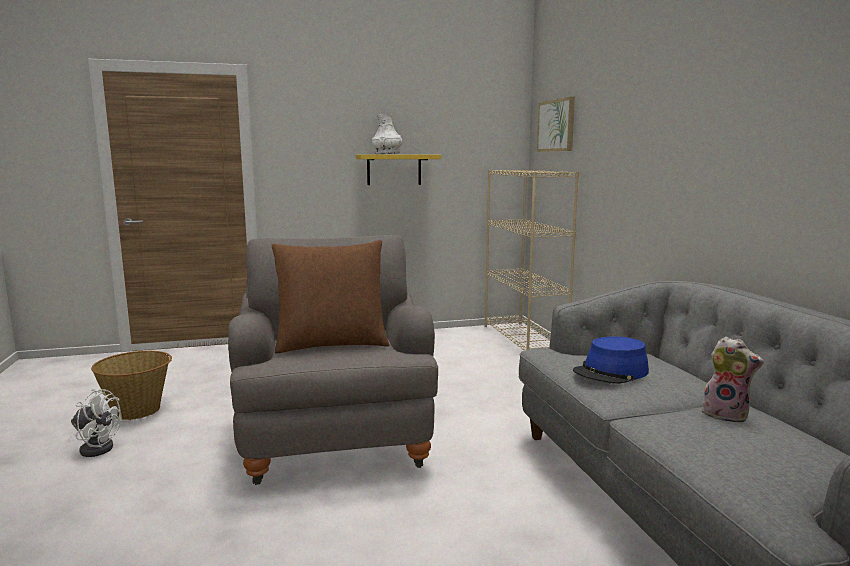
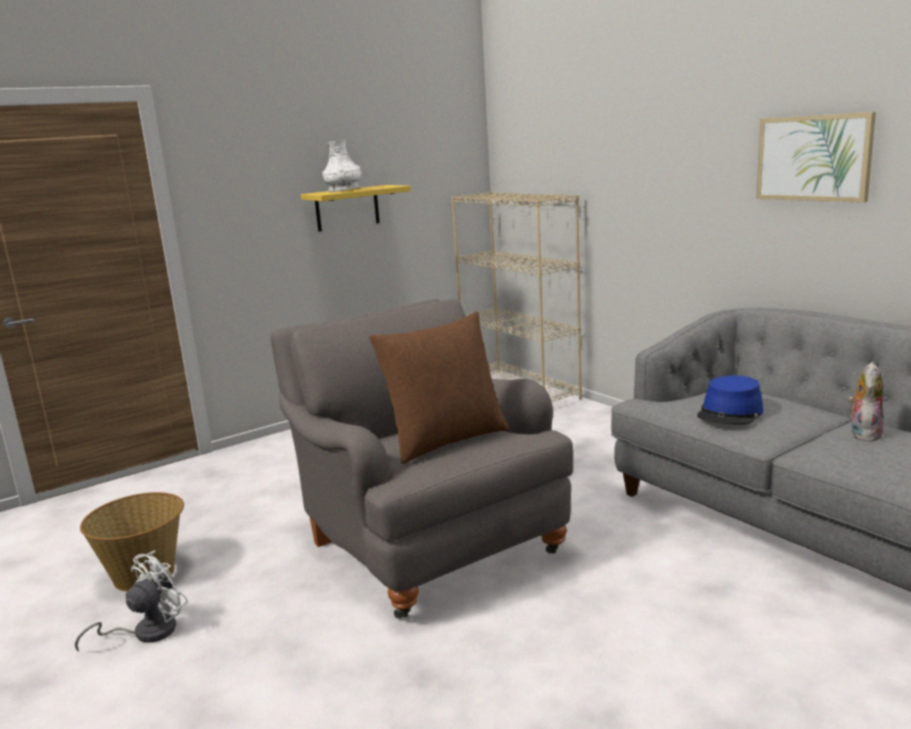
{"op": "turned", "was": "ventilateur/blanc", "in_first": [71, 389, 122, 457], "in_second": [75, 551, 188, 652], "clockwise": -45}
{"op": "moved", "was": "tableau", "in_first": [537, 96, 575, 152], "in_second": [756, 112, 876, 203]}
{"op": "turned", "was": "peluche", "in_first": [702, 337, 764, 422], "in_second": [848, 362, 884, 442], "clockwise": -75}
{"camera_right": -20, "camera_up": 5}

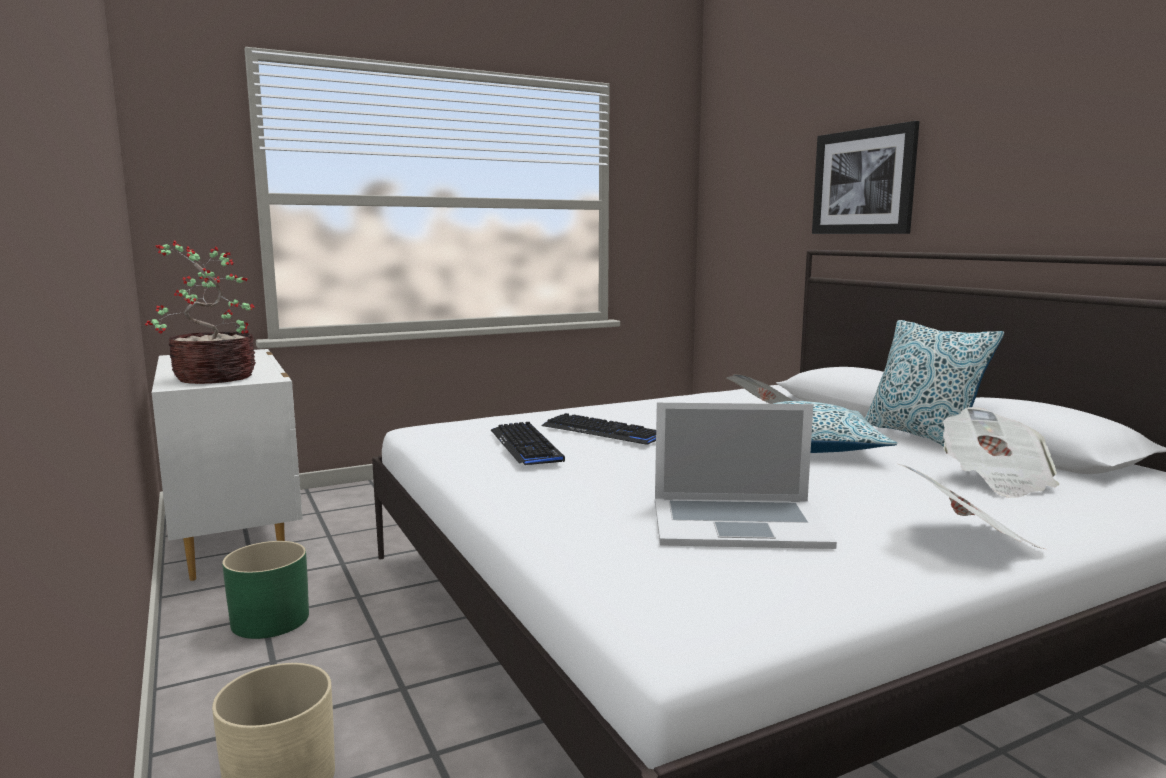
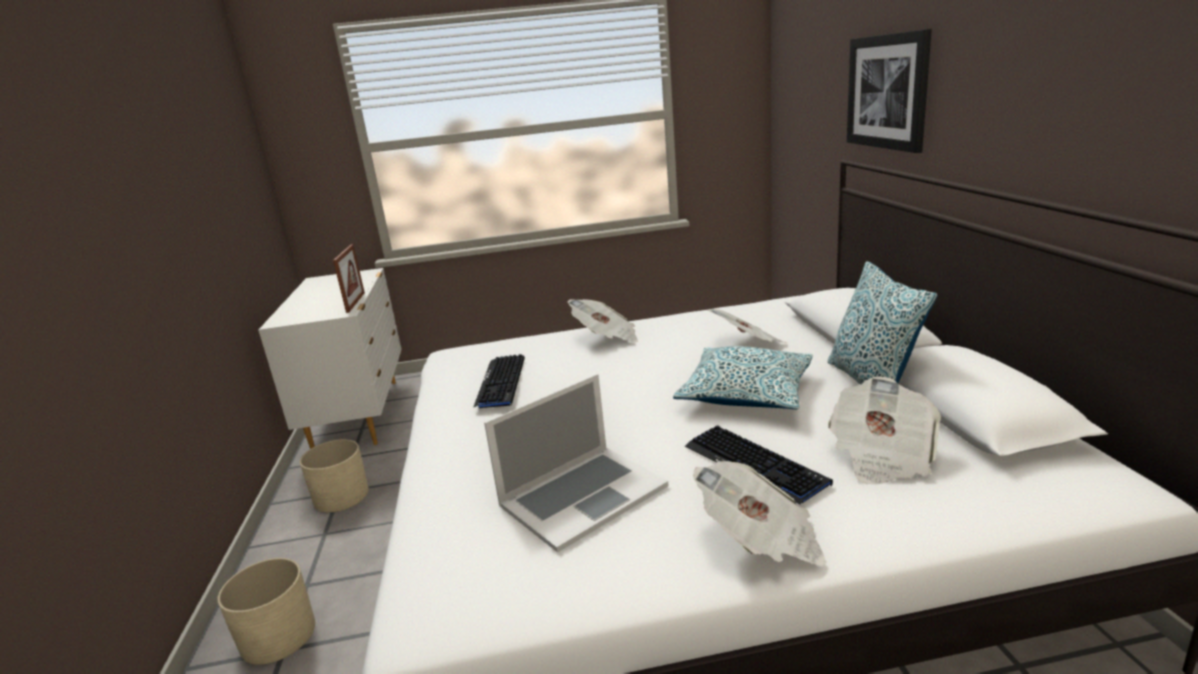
{"op": "recoloured", "was": "cache-pot/vert", "now": "cache-pot/beige", "in_first": [222, 541, 309, 639], "in_second": [300, 439, 369, 512]}
{"op": "added", "now": "cadre photo", "in_second": [333, 244, 365, 313]}
{"op": "turned", "was": "ordinateur portable", "in_first": [655, 402, 837, 549], "in_second": [484, 374, 669, 553], "clockwise": -60}
{"op": "added", "now": "journal", "in_second": [568, 299, 638, 342]}
{"op": "moved", "was": "clavier", "in_first": [542, 413, 656, 445], "in_second": [685, 425, 833, 505]}
{"op": "removed", "was": "plante en pot", "in_first": [145, 241, 256, 384]}
{"camera_right": 20, "camera_up": 10}

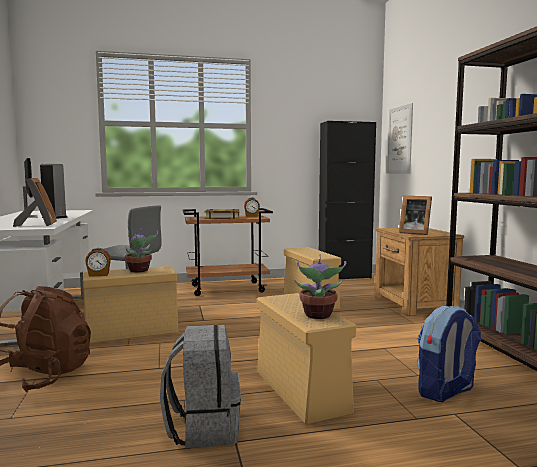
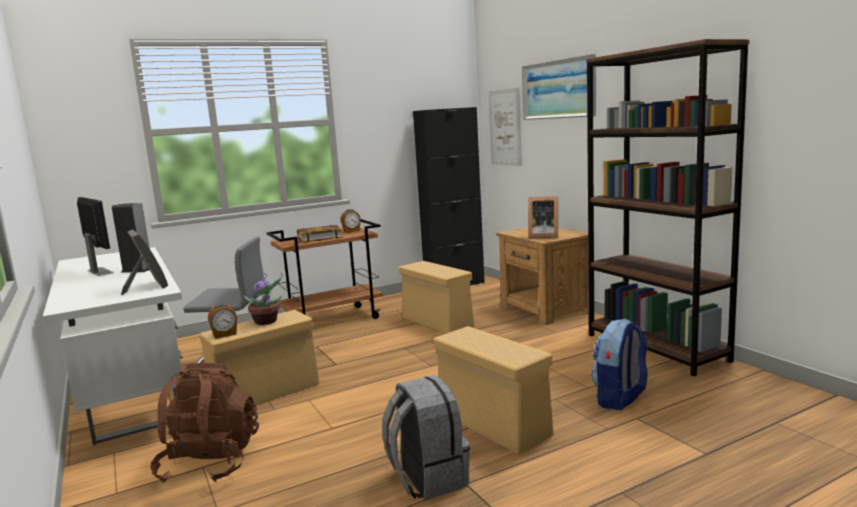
{"op": "added", "now": "tableau", "in_second": [522, 54, 596, 120]}
{"op": "removed", "was": "plante en pot", "in_first": [294, 254, 347, 319]}
{"camera_right": -15, "camera_up": 5}

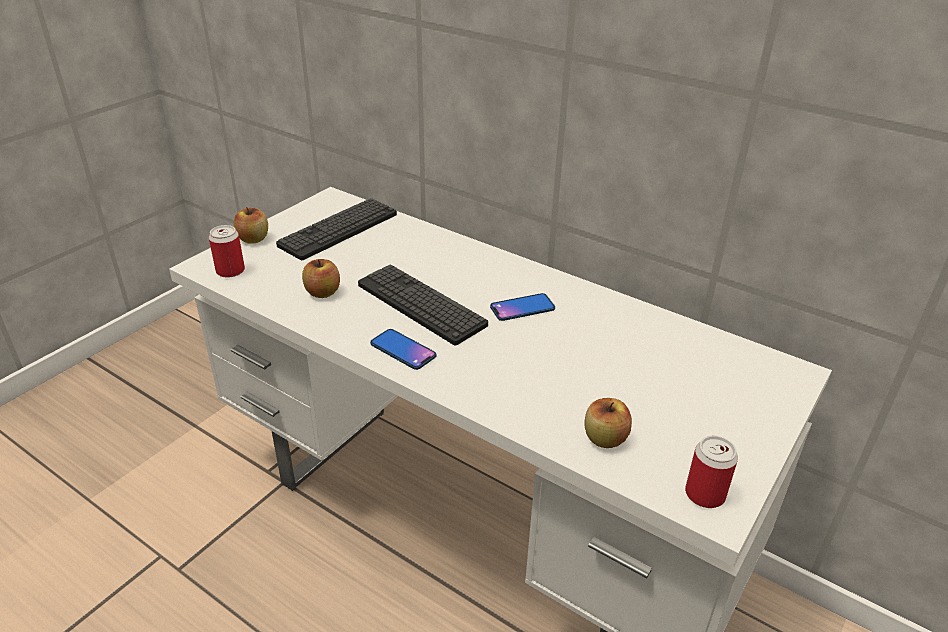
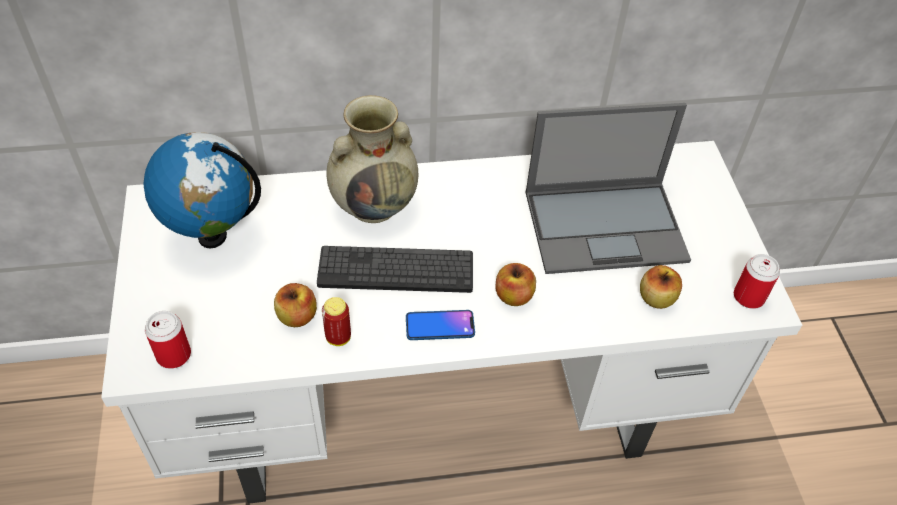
{"op": "replaced", "was": "clavier", "now": "globe", "in_first": [276, 198, 397, 260], "in_second": [143, 132, 261, 249]}
{"op": "added", "now": "boîte métallique", "in_second": [322, 297, 351, 346]}
{"op": "added", "now": "vase/beige", "in_second": [326, 95, 418, 223]}
{"op": "moved", "was": "pomme", "in_first": [234, 207, 268, 244], "in_second": [495, 263, 536, 306]}
{"op": "added", "now": "ordinateur portable", "in_second": [525, 103, 691, 274]}
{"op": "removed", "was": "téléphone", "in_first": [490, 293, 555, 321]}
{"camera_right": -45, "camera_up": 15}

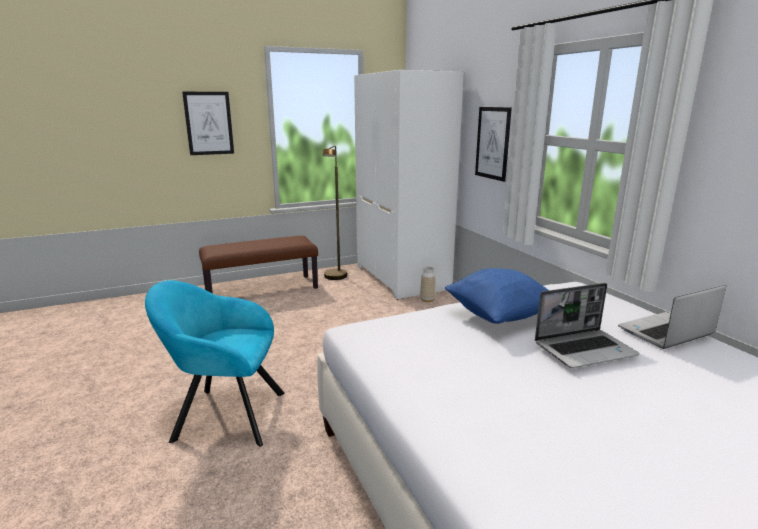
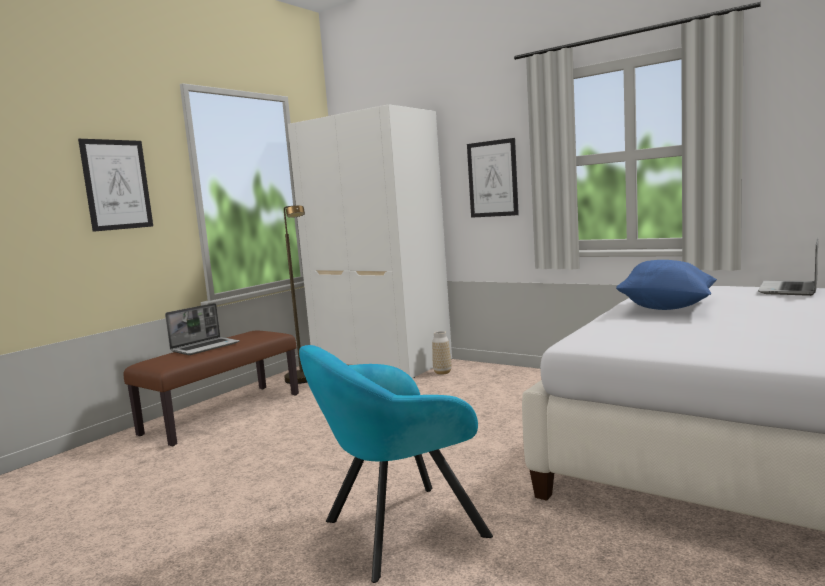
{"op": "moved", "was": "ordinateur portable", "in_first": [535, 283, 640, 368], "in_second": [165, 303, 240, 355]}
{"camera_right": -30, "camera_up": -10}

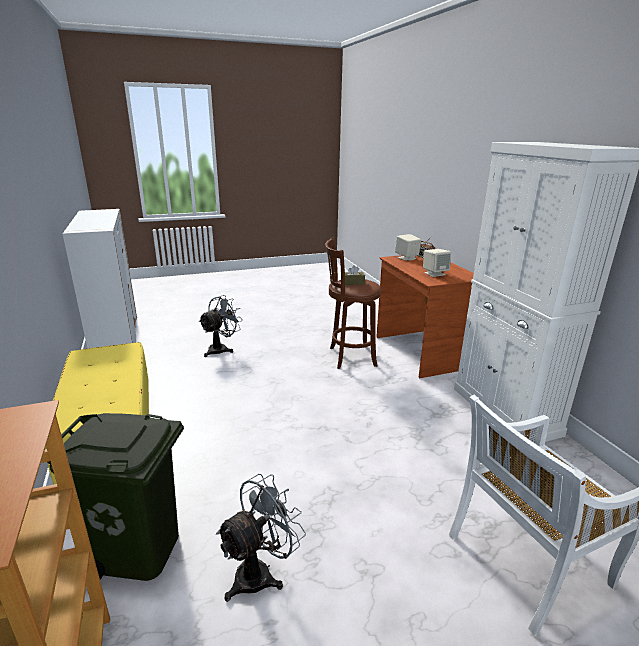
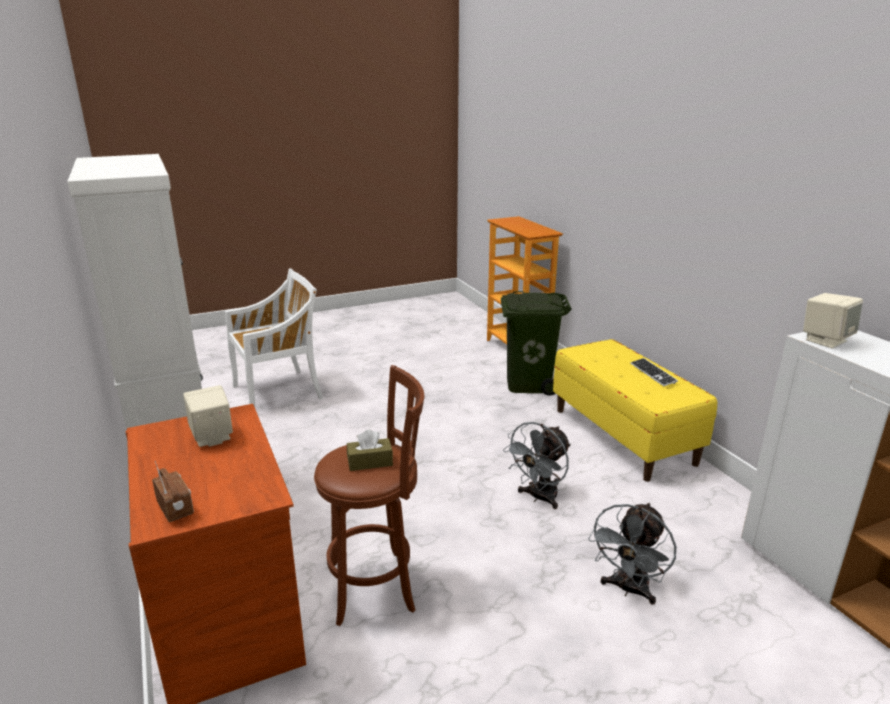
{"op": "moved", "was": "ventilateur/gris", "in_first": [216, 474, 306, 602], "in_second": [503, 422, 571, 509]}
{"op": "added", "now": "clavier", "in_second": [630, 358, 678, 386]}
{"op": "moved", "was": "enceinte/beige", "in_first": [395, 234, 421, 261], "in_second": [803, 293, 863, 349]}
{"camera_right": 175, "camera_up": 0}

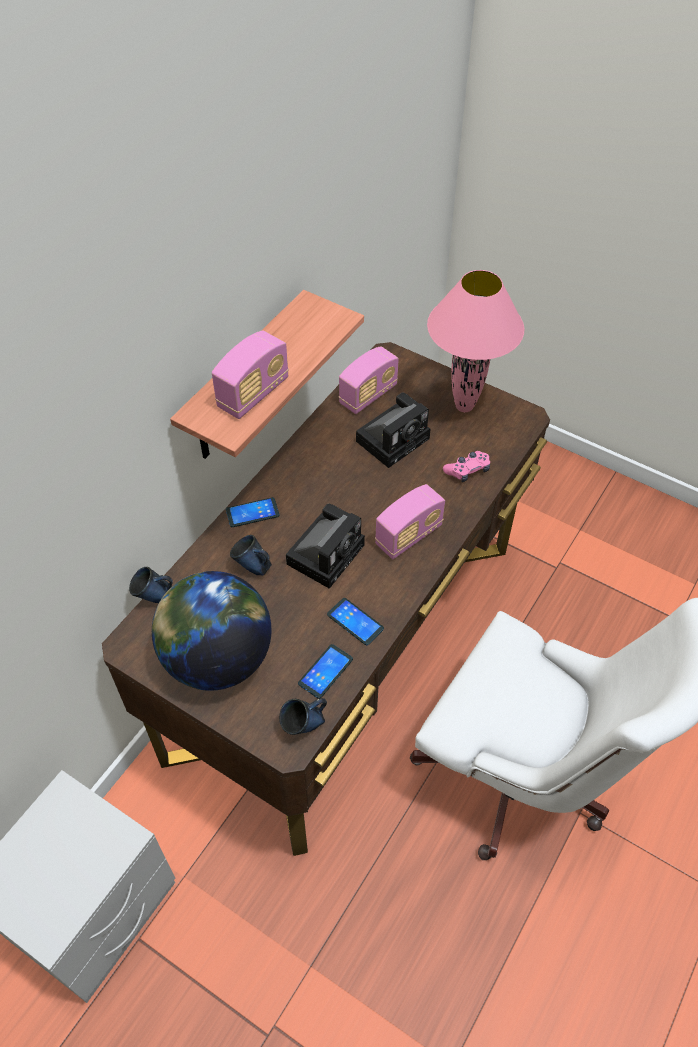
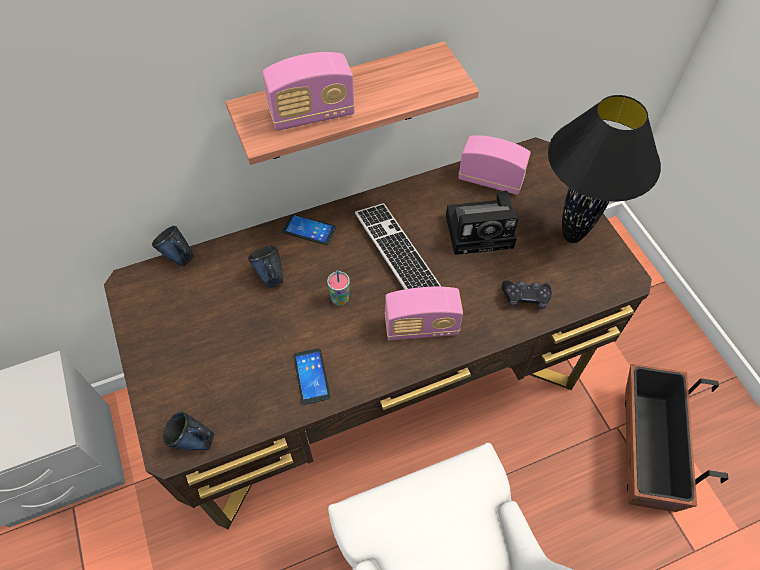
{"op": "replaced", "was": "appareil photo", "now": "tasse", "in_first": [286, 504, 365, 589], "in_second": [327, 270, 350, 306]}
{"op": "added", "now": "clavier", "in_second": [355, 203, 442, 289]}
{"op": "turned", "was": "radio", "in_first": [339, 346, 399, 414], "in_second": [458, 135, 531, 195], "clockwise": -150}
{"op": "recoloured", "was": "manette/rose", "now": "manette/noir", "in_first": [443, 451, 490, 482], "in_second": [502, 280, 552, 309]}
{"op": "recoloured", "was": "lampe de table/rose", "now": "lampe de table/noir", "in_first": [427, 270, 524, 412], "in_second": [548, 95, 661, 243]}
{"op": "added", "now": "cache-pot", "in_second": [625, 364, 728, 512]}
{"op": "removed", "was": "globe", "in_first": [152, 571, 271, 691]}
{"op": "removed", "was": "téléphone", "in_first": [298, 644, 353, 699]}
{"camera_right": 35, "camera_up": 5}

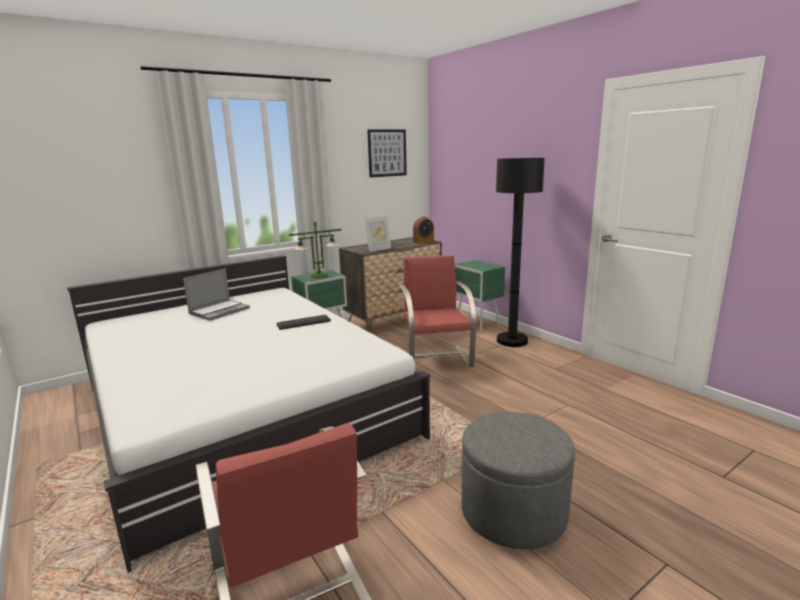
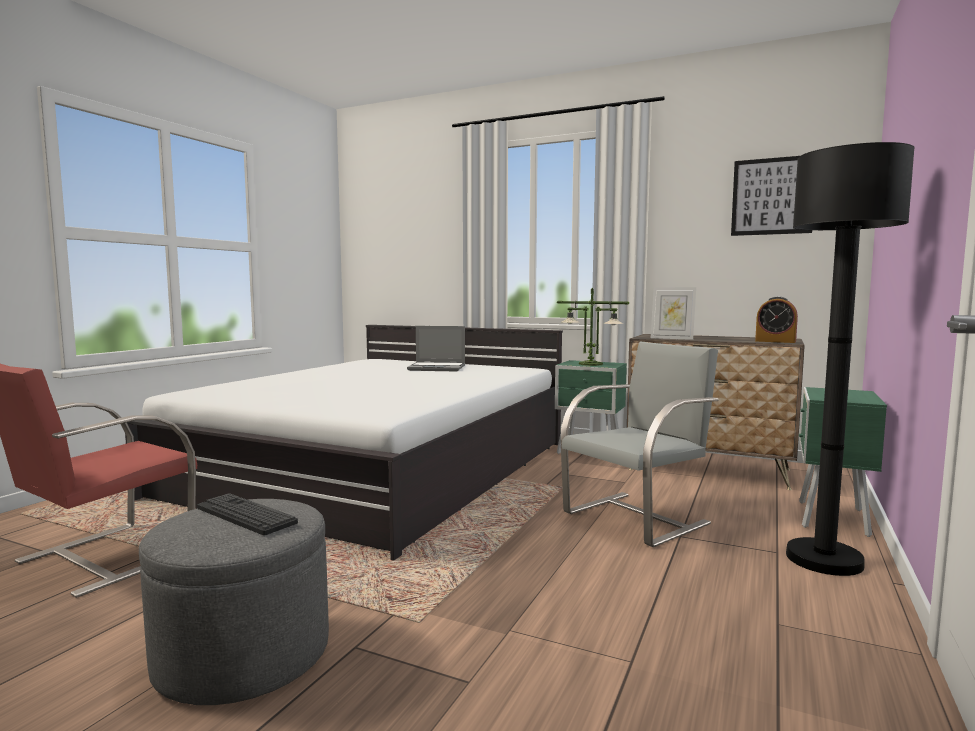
{"op": "moved", "was": "clavier", "in_first": [277, 315, 331, 330], "in_second": [197, 493, 298, 535]}
{"op": "recoloured", "was": "chaise/rouge", "now": "chaise/gris", "in_first": [399, 255, 476, 367], "in_second": [561, 342, 719, 547]}
{"camera_right": 60, "camera_up": -10}

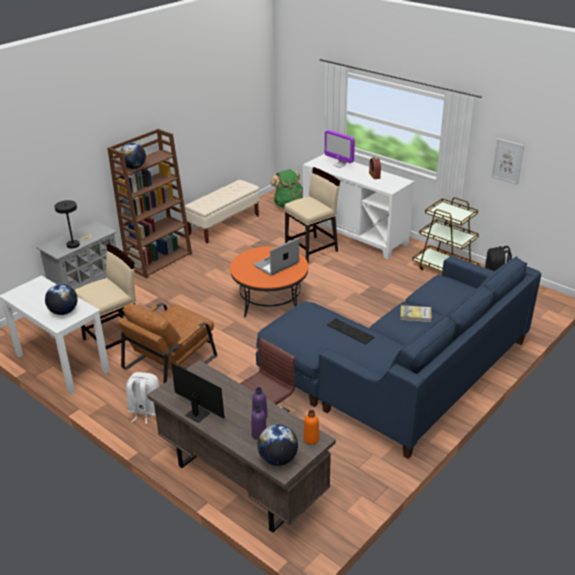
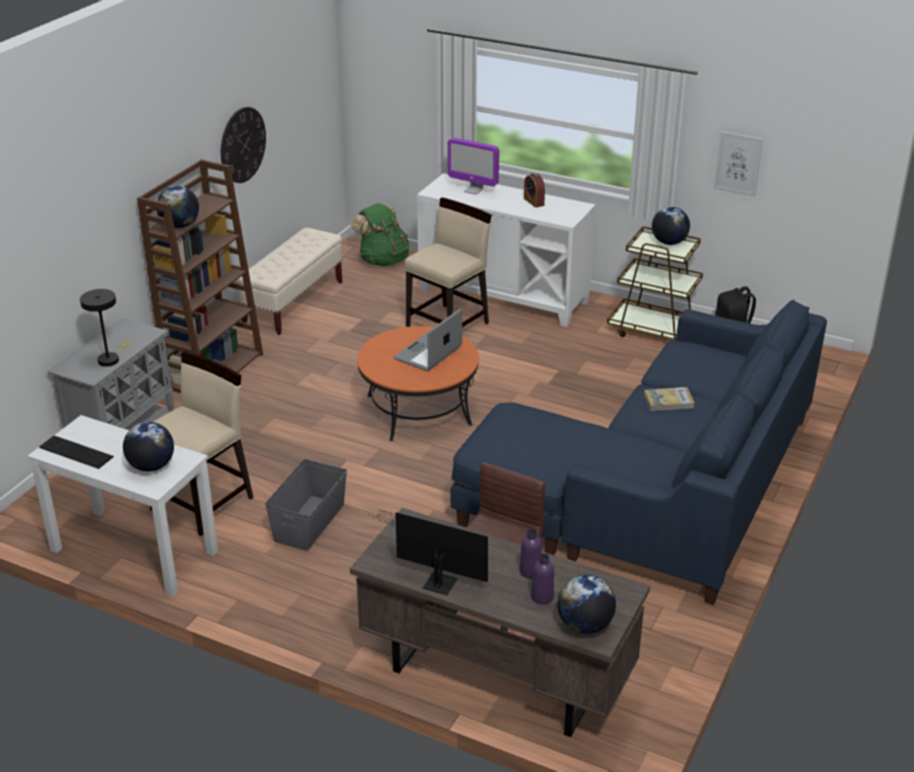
{"op": "moved", "was": "clavier", "in_first": [327, 318, 374, 344], "in_second": [39, 436, 114, 469]}
{"op": "added", "now": "horloge murale", "in_second": [221, 107, 266, 183]}
{"op": "replaced", "was": "fauteuil/marron", "now": "boîte de rangement/gris", "in_first": [118, 303, 217, 384], "in_second": [265, 459, 347, 551]}
{"op": "added", "now": "globe", "in_second": [652, 207, 690, 245]}
{"op": "removed", "was": "sac à dos/blanc", "in_first": [126, 372, 159, 424]}
{"op": "removed", "was": "bouteille/orange", "in_first": [304, 410, 319, 445]}
{"camera_right": -15, "camera_up": 0}

